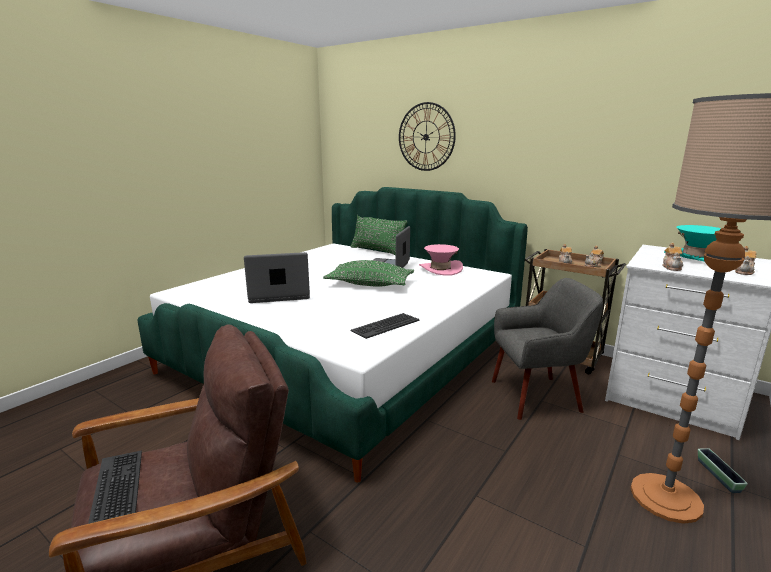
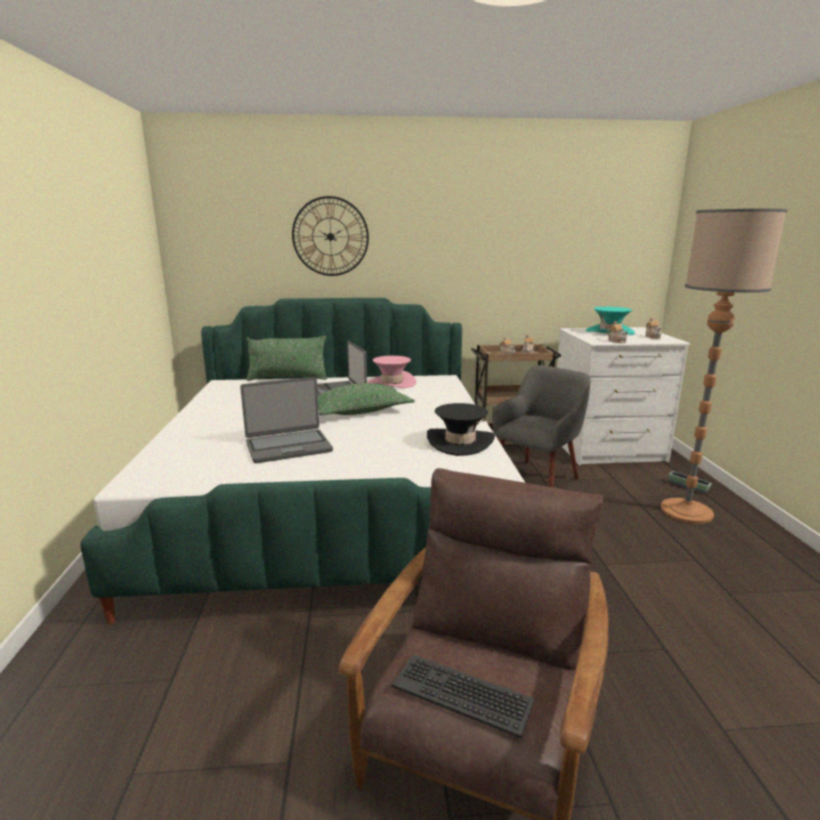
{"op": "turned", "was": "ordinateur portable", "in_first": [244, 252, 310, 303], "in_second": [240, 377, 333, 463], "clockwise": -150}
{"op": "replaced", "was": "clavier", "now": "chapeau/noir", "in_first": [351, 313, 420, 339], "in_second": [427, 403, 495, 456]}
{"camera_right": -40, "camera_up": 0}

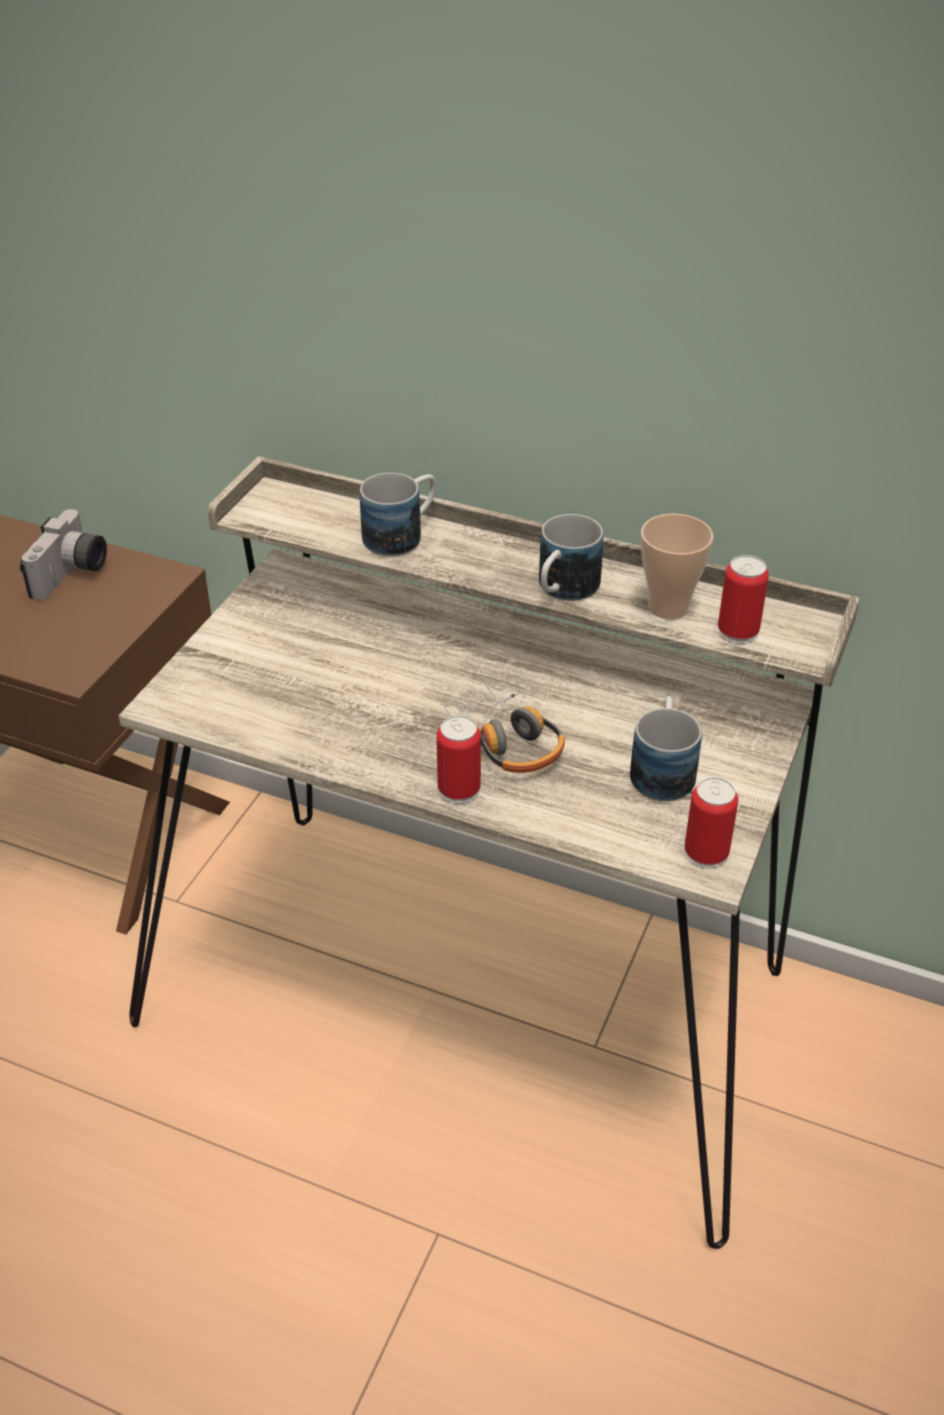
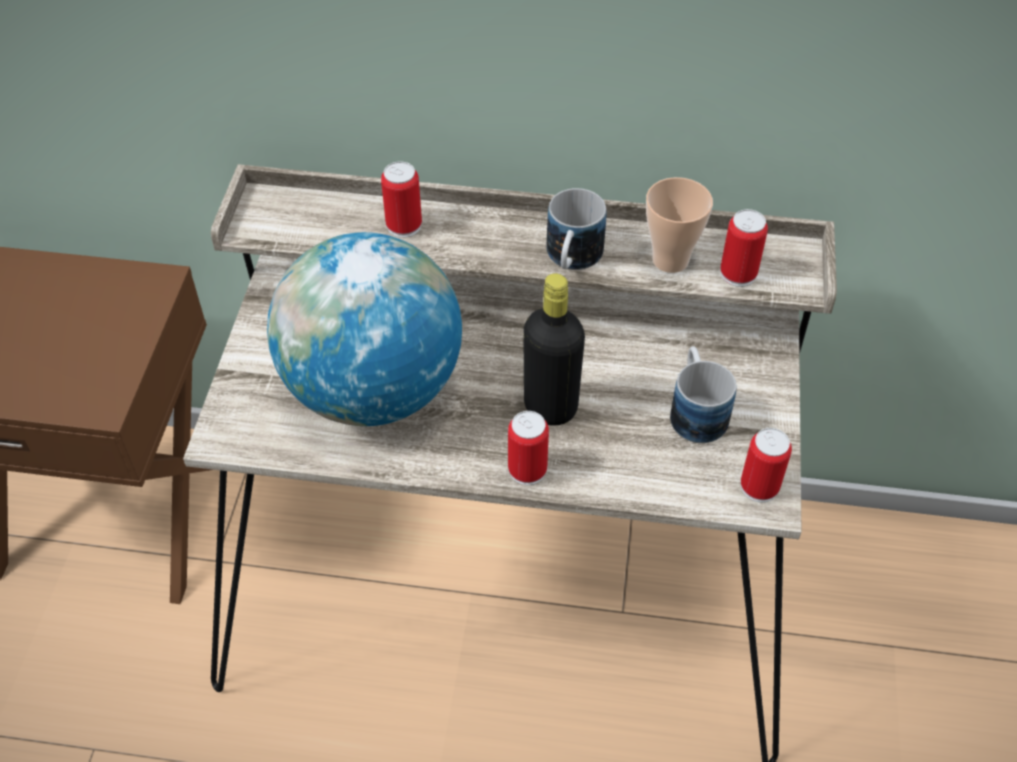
{"op": "added", "now": "globe", "in_second": [267, 232, 462, 426]}
{"op": "replaced", "was": "mug", "now": "boîte métallique", "in_first": [360, 473, 436, 556], "in_second": [381, 161, 422, 238]}
{"op": "replaced", "was": "casque audio", "now": "bouteille/noir", "in_first": [437, 674, 565, 773], "in_second": [523, 273, 585, 426]}
{"op": "removed", "was": "appareil photo", "in_first": [20, 509, 107, 600]}
{"camera_right": -15, "camera_up": 10}

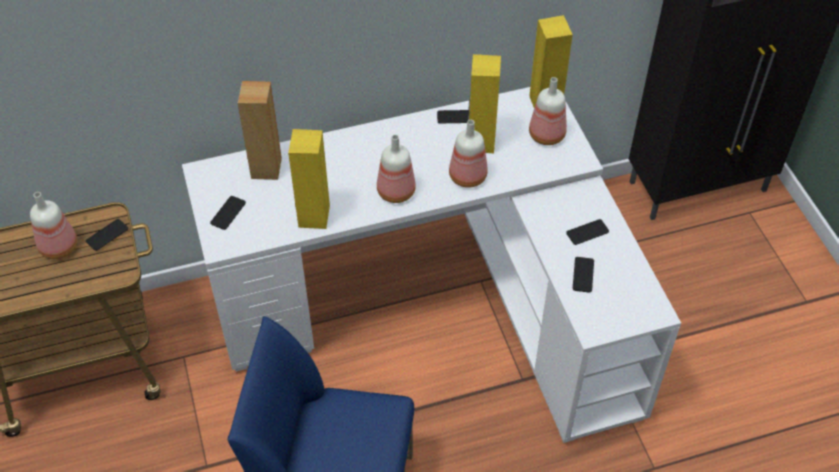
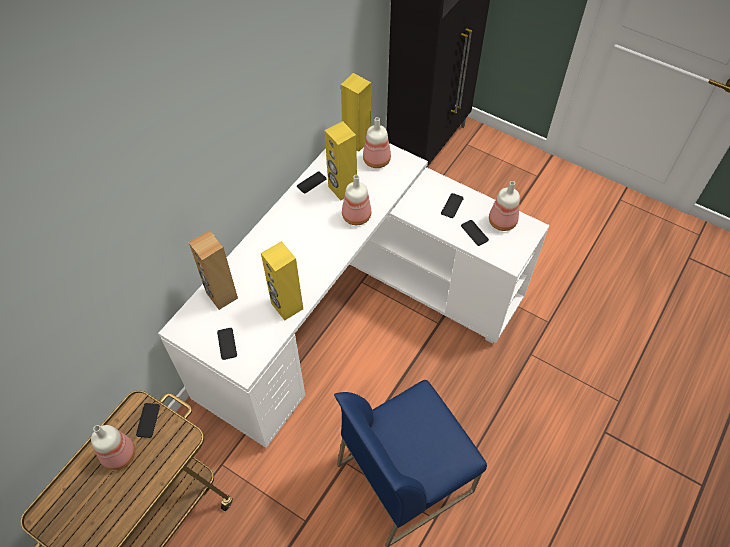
{"op": "moved", "was": "bouteille", "in_first": [377, 134, 416, 203], "in_second": [489, 181, 520, 231]}
{"camera_right": -40, "camera_up": 5}

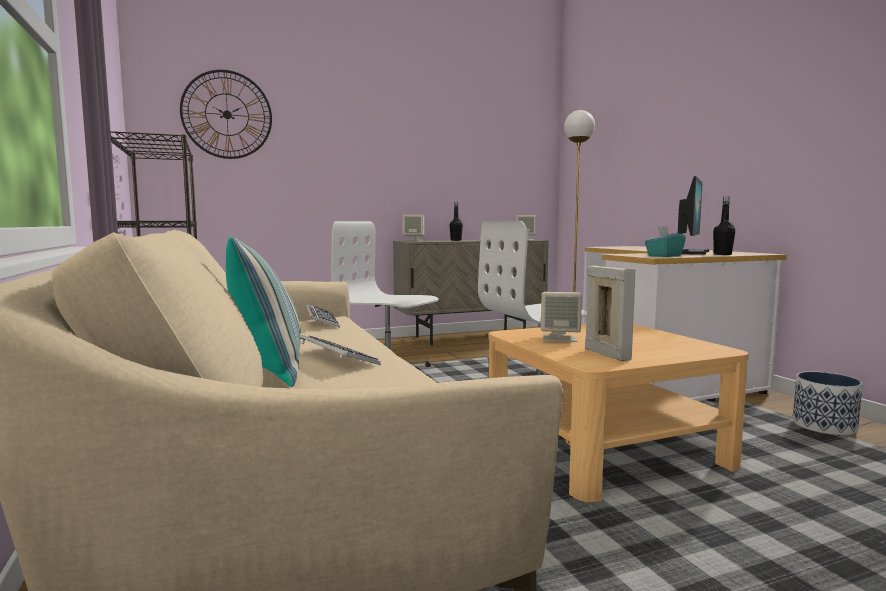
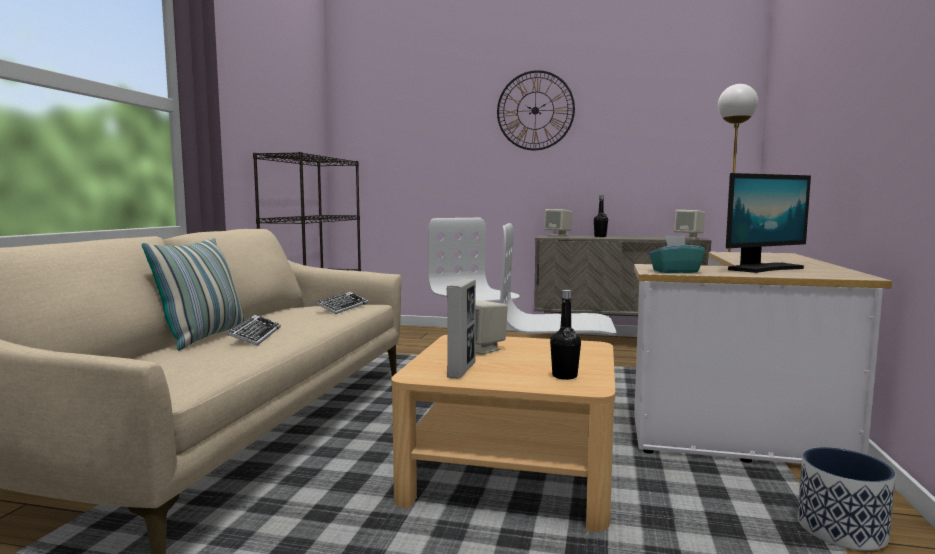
{"op": "moved", "was": "horloge murale", "in_first": [180, 70, 272, 159], "in_second": [497, 70, 575, 150]}
{"op": "moved", "was": "bouteille/noir", "in_first": [713, 196, 736, 255], "in_second": [550, 290, 581, 380]}
{"camera_right": 35, "camera_up": 0}

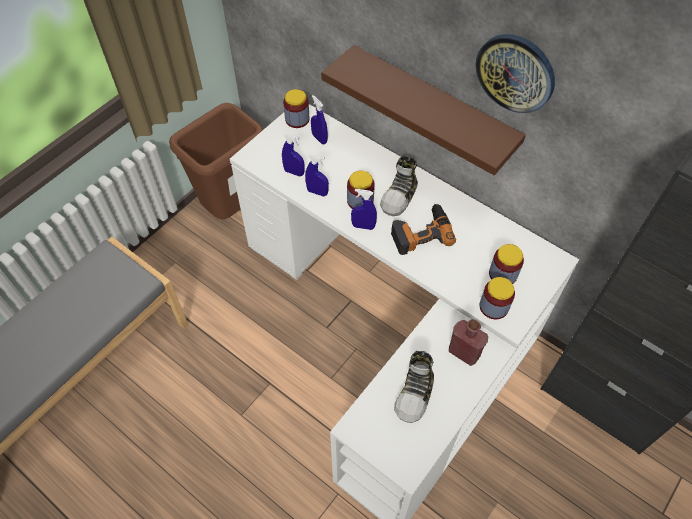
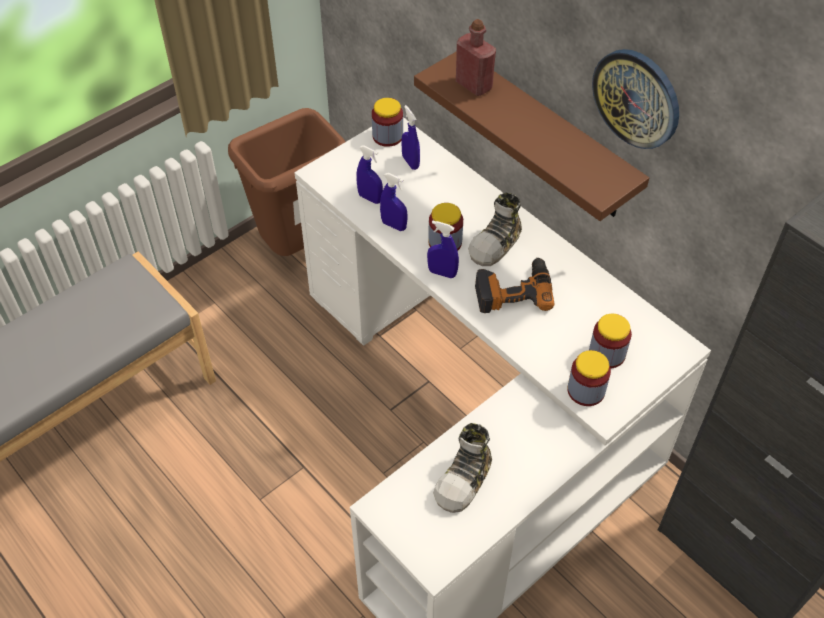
{"op": "moved", "was": "bouteille/rouge", "in_first": [449, 319, 488, 366], "in_second": [456, 19, 496, 96]}
{"camera_right": 10, "camera_up": -5}

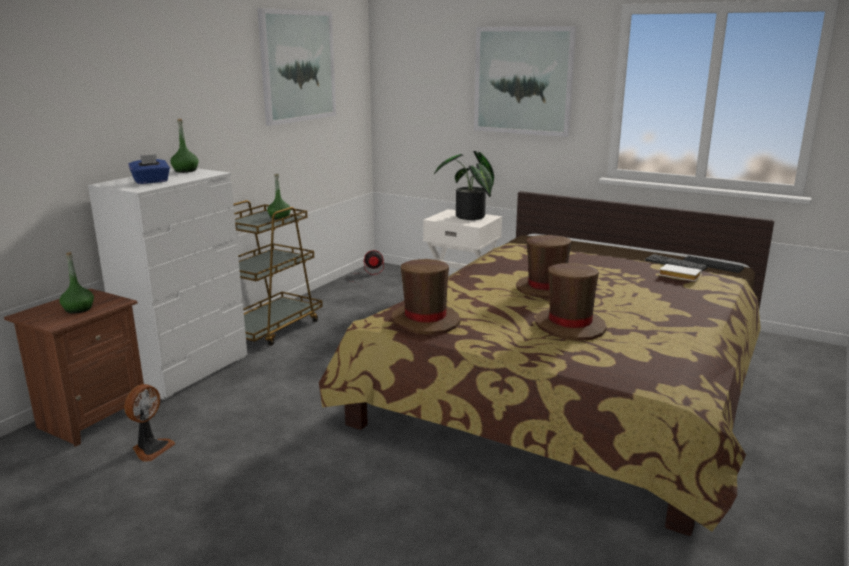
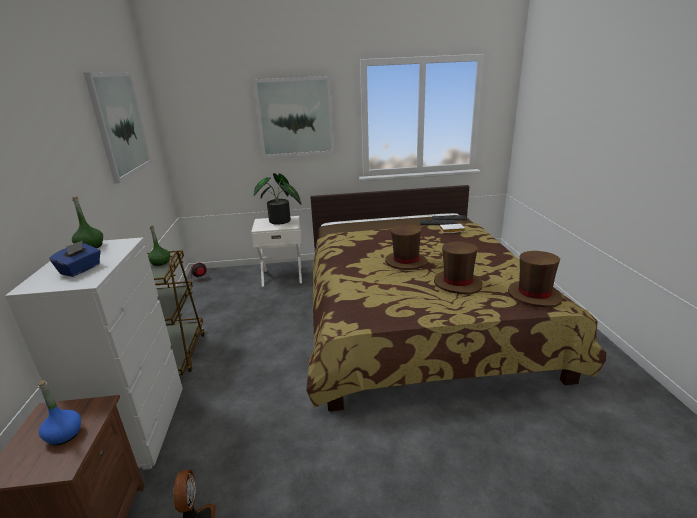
{"op": "recoloured", "was": "bouteille/vert", "now": "bouteille/bleu", "in_first": [59, 252, 94, 314], "in_second": [38, 380, 81, 445]}
{"op": "moved", "was": "chapeau/marron", "in_first": [391, 259, 460, 335], "in_second": [508, 251, 563, 308]}
{"camera_right": -35, "camera_up": 5}

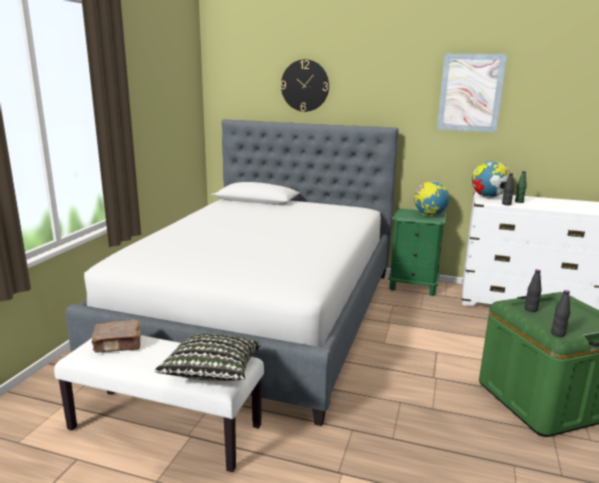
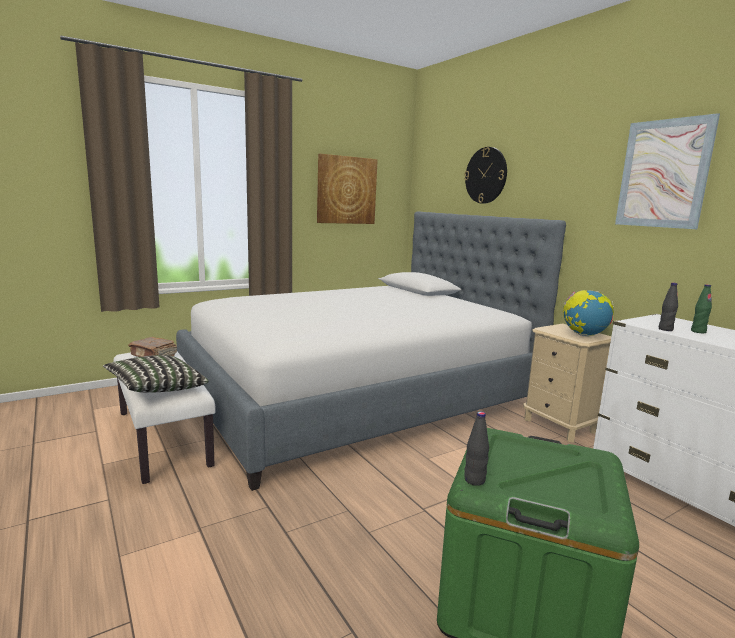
{"op": "added", "now": "tableau", "in_second": [317, 154, 378, 224]}
{"op": "recoloured", "was": "table de chevet/vert", "now": "table de chevet/beige", "in_first": [388, 208, 446, 296], "in_second": [523, 324, 611, 443]}
{"op": "removed", "was": "globe", "in_first": [472, 161, 510, 198]}
{"op": "removed", "was": "bouteille/noir", "in_first": [525, 269, 542, 312]}
{"camera_right": 40, "camera_up": -5}

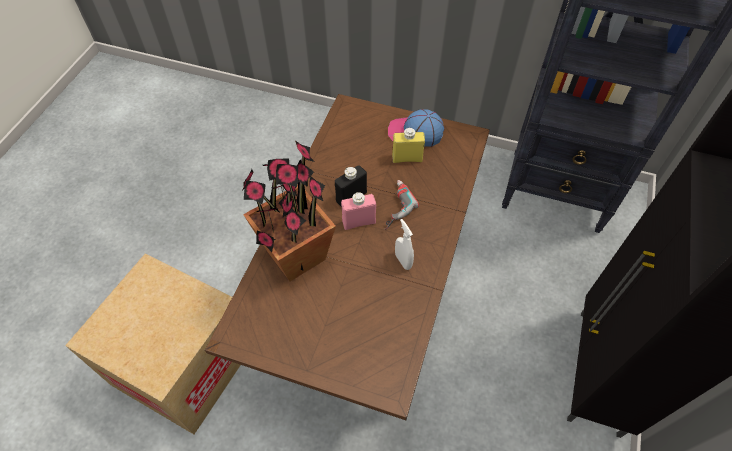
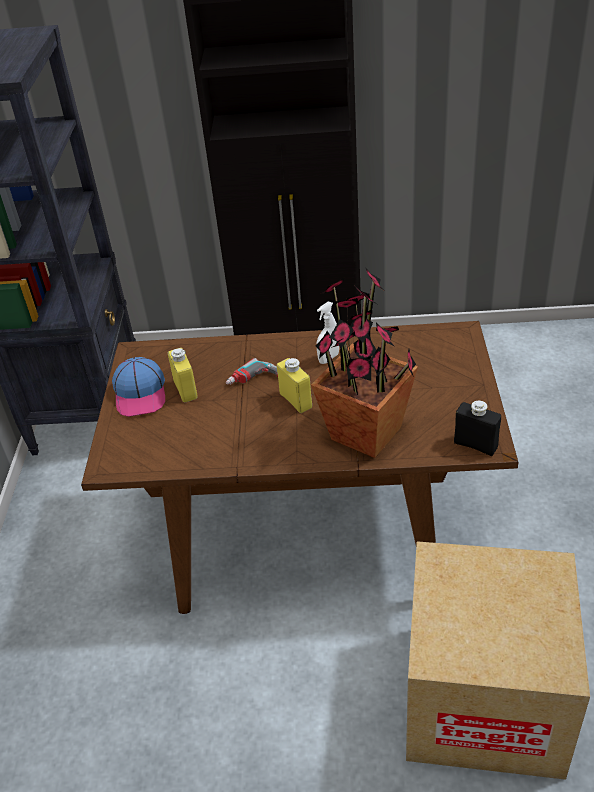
{"op": "recoloured", "was": "bouteille/rose", "now": "bouteille/jaune", "in_first": [341, 192, 376, 230], "in_second": [277, 358, 312, 413]}
{"op": "moved", "was": "bouteille/noir", "in_first": [335, 165, 367, 206], "in_second": [454, 401, 501, 456]}
{"camera_right": -105, "camera_up": -15}

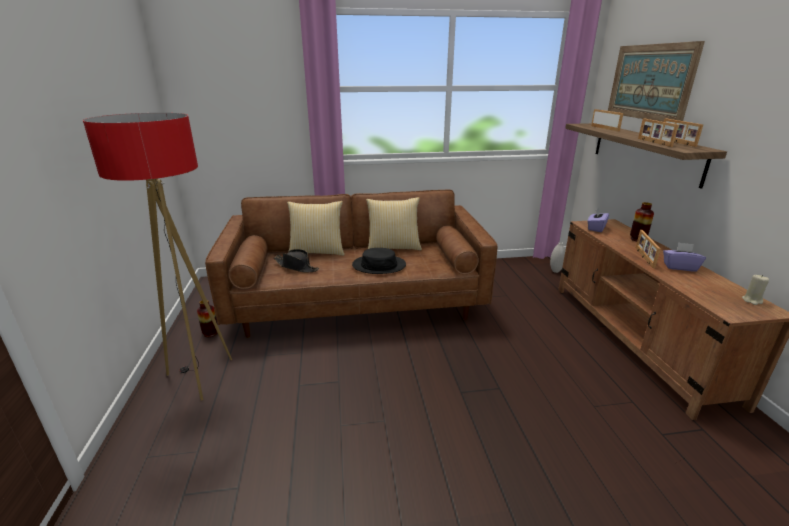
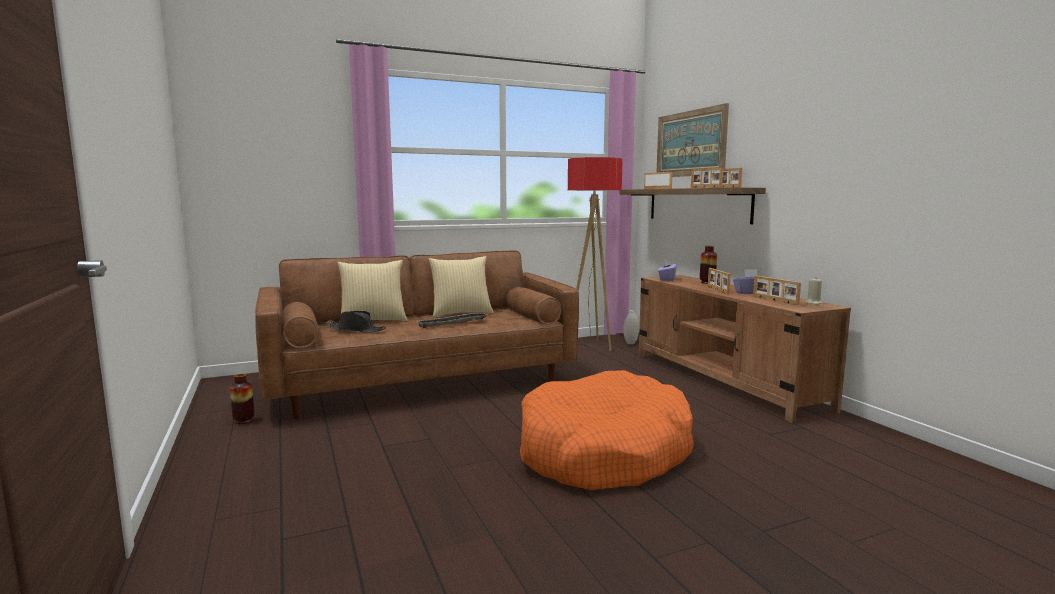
{"op": "replaced", "was": "chapeau/noir", "now": "plateau", "in_first": [352, 248, 406, 274], "in_second": [416, 313, 487, 328]}
{"op": "added", "now": "panier pour chien/orange", "in_second": [520, 370, 694, 490]}
{"op": "moved", "was": "lampadaire", "in_first": [83, 113, 232, 401], "in_second": [568, 157, 623, 351]}
{"op": "added", "now": "cadre photo", "in_second": [753, 276, 801, 305]}
{"camera_right": -15, "camera_up": -15}

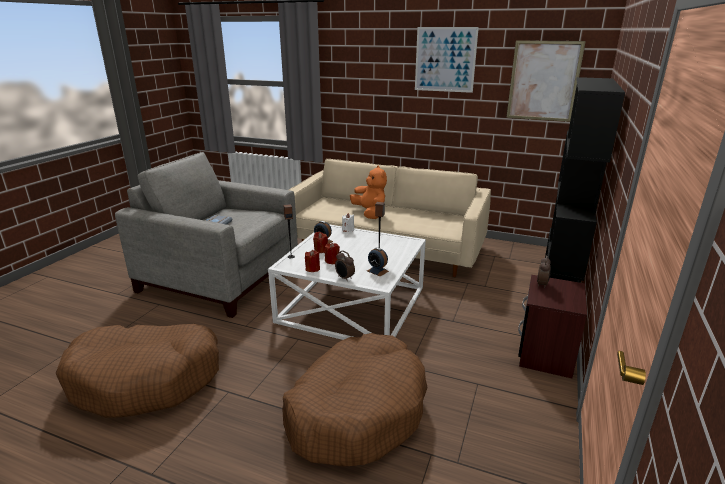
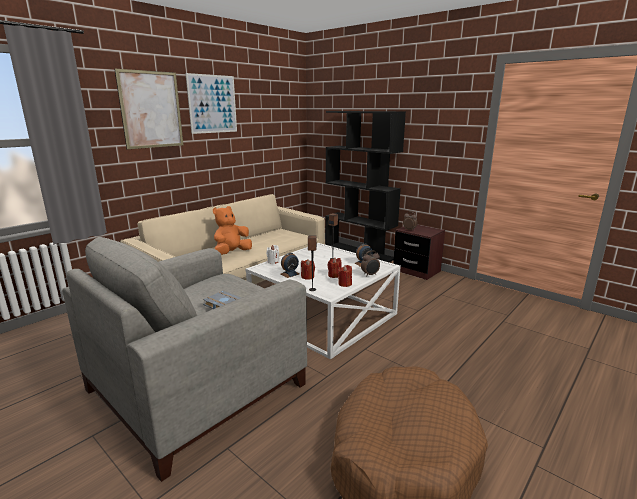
{"op": "moved", "was": "tableau", "in_first": [506, 40, 586, 122], "in_second": [114, 69, 183, 149]}
{"op": "turned", "was": "peluche/orange", "in_first": [350, 166, 387, 219], "in_second": [213, 206, 252, 255], "clockwise": -45}
{"op": "removed", "was": "panier pour chien/marron", "in_first": [282, 333, 428, 467]}
{"camera_right": -70, "camera_up": -5}

